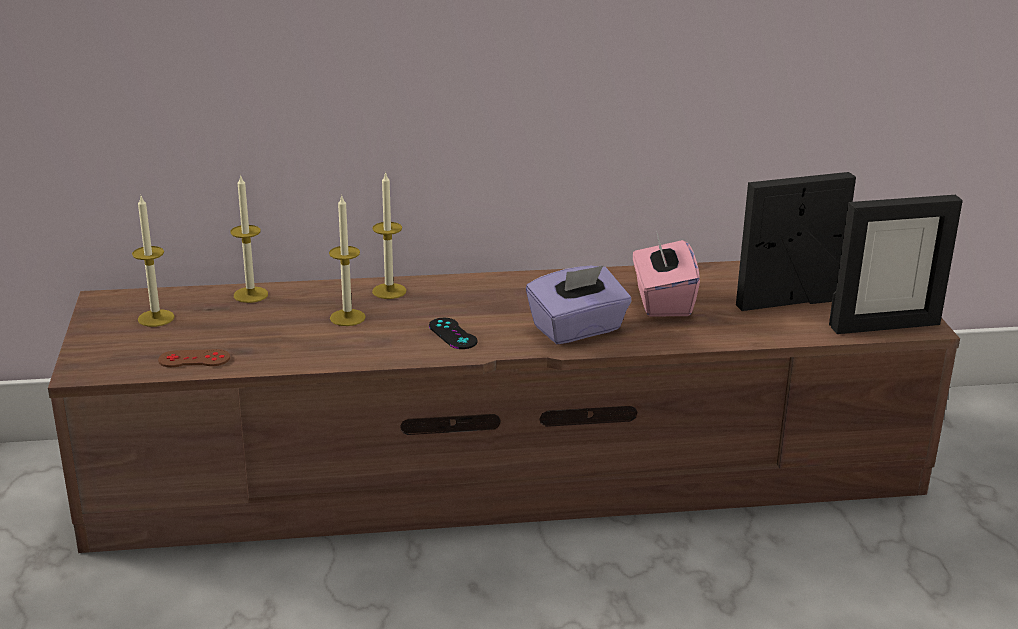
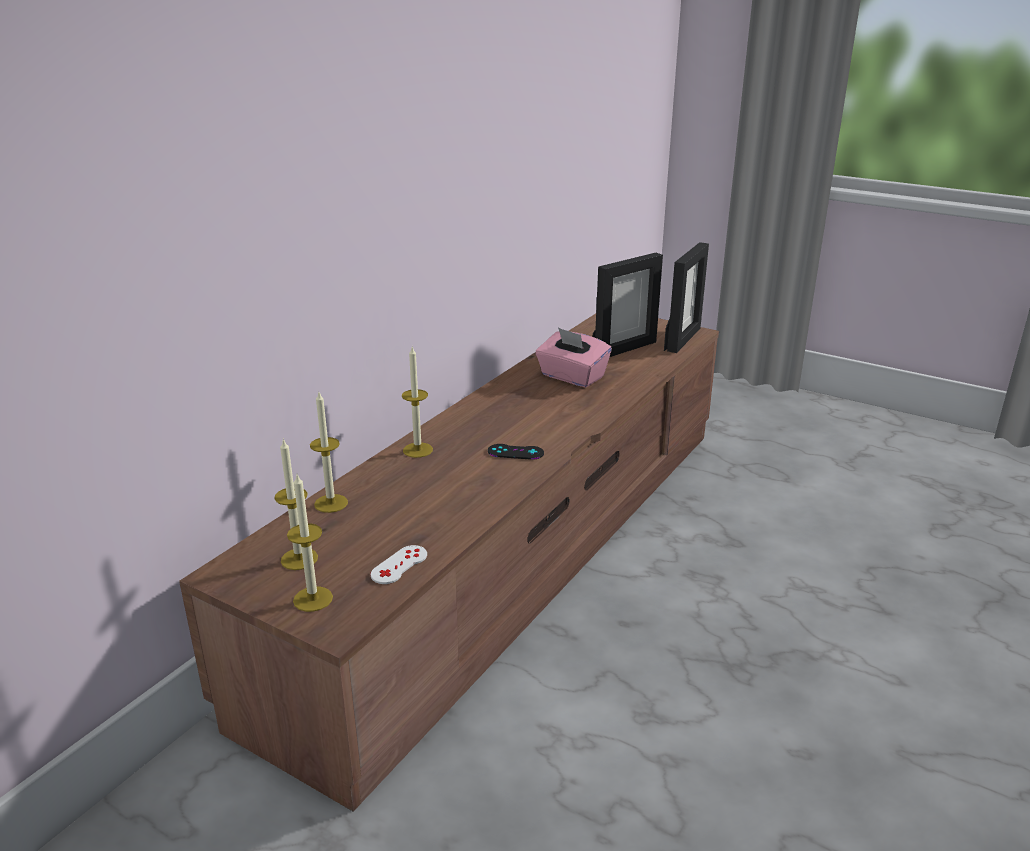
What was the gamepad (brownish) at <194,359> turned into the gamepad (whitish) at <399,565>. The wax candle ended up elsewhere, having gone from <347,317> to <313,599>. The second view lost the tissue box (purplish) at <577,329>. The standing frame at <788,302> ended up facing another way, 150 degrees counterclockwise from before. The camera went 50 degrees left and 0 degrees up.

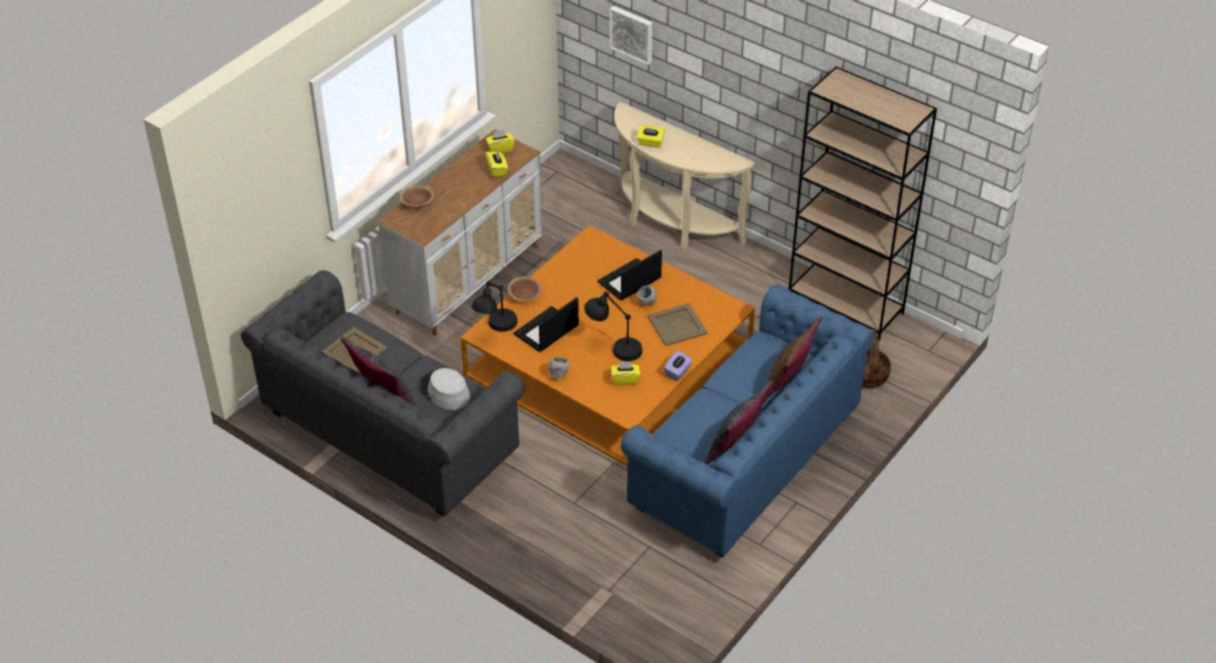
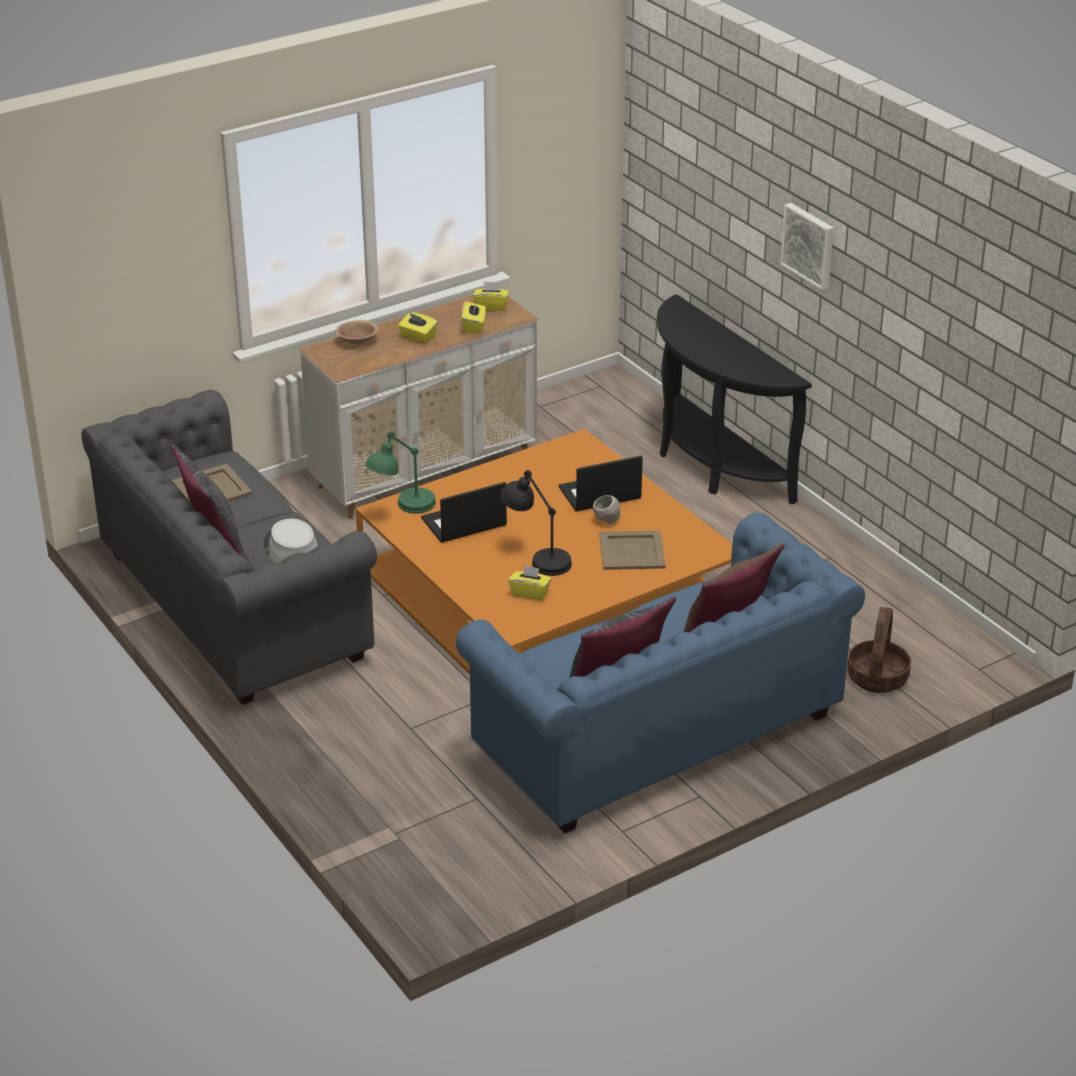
What was the lamp for a table (blackish) at <496,330> turned into the lamp for a table (green-coloured) at <402,509>. The second view lost the bowl (brownish) at <524,296>. The second view lost the bowl (greyish) at <558,375>. The picture ended up elsewhere, having gone from <632,34> to <809,245>. What was the hall table (sand-coloured) at <671,223> turned into the hall table (blackish) at <711,464>. The tissue box (yellow) ended up elsewhere, having gone from <650,143> to <418,337>. The second view lost the tissue box (purplish) at <678,372>. The second view lost the shelving unit (sand-coloured) at <846,305>. The camera went 20 degrees right and 10 degrees down.

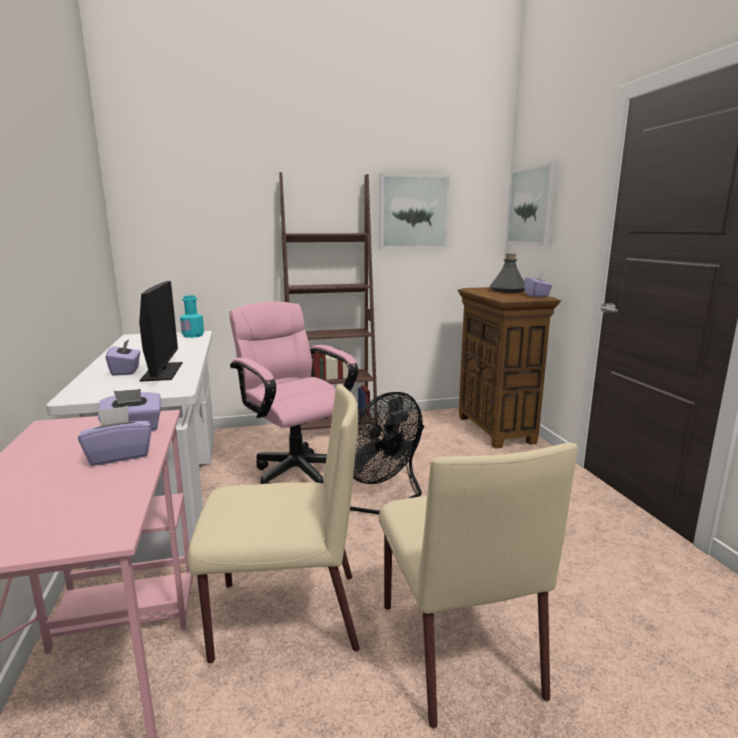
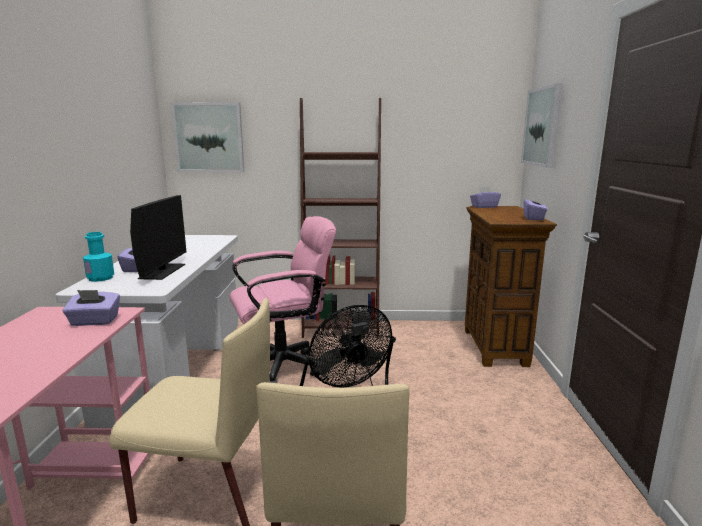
The tissue box (purplish) ended up elsewhere, having gone from <119,455> to <484,206>. The drink bottle (turquoise-coloured) ended up elsewhere, having gone from <193,335> to <100,278>. The office chair (pink-coloured) at <294,473> ended up facing another way, 90 degrees clockwise from before. The picture ended up elsewhere, having gone from <413,212> to <209,138>. The second view lost the drink bottle (greyish) at <508,291>. The camera went 15 degrees right and 0 degrees up.

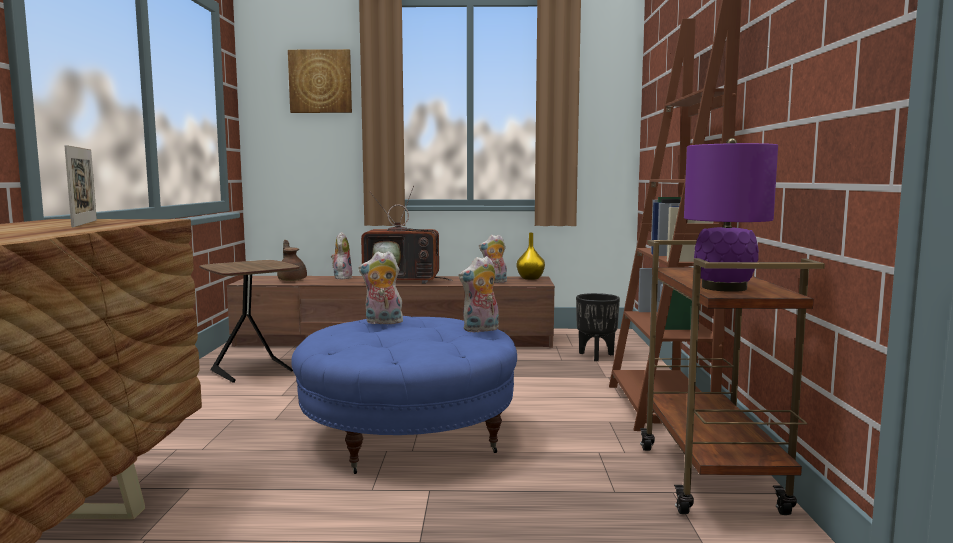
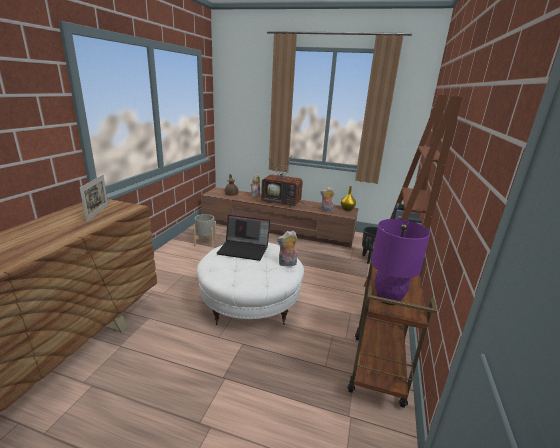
Where the side table (brownish) stood at <254,371>, the flower pot (greyish) came to stand at <205,242>. The second view lost the picture at <320,81>. What was the pouffe (blue) at <408,436> turned into the pouffe (whitish) at <250,303>. Where the cuddly toy stood at <382,322>, the portable computer came to stand at <244,249>. The camera went 15 degrees right and 15 degrees up.

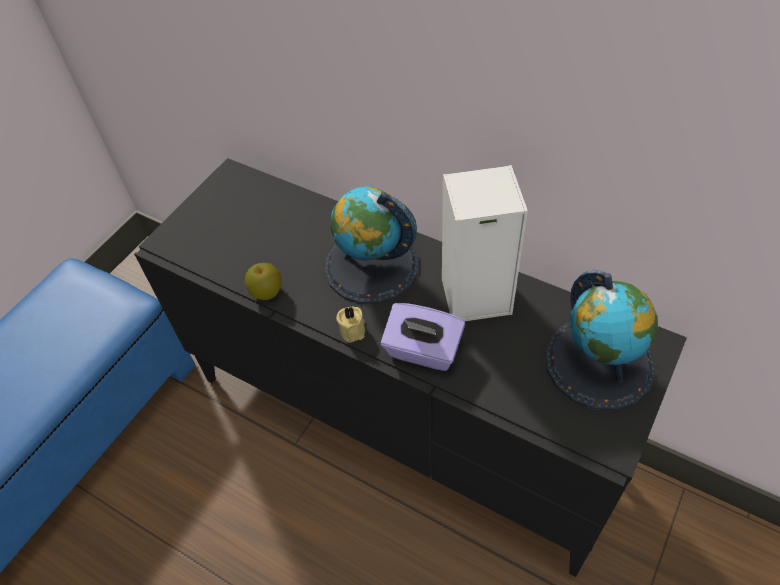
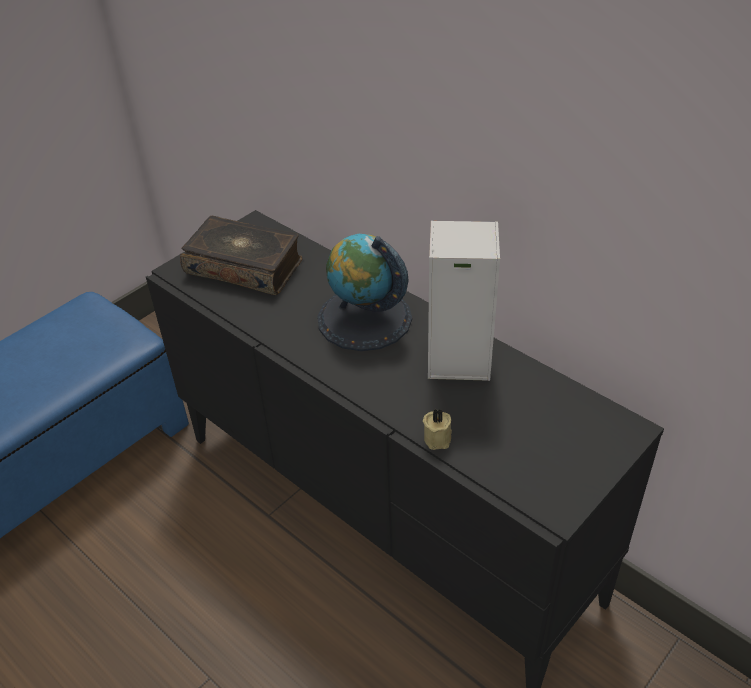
The second view lost the whole apple at <266,292>. The wax candle (sand-coloured) ended up elsewhere, having gone from <353,330> to <438,438>. The second view lost the tissue box (purplish) at <422,351>. The second view lost the world globe at <599,362>. The second view gained the book at <245,266>. The camera went 10 degrees right and 10 degrees down.

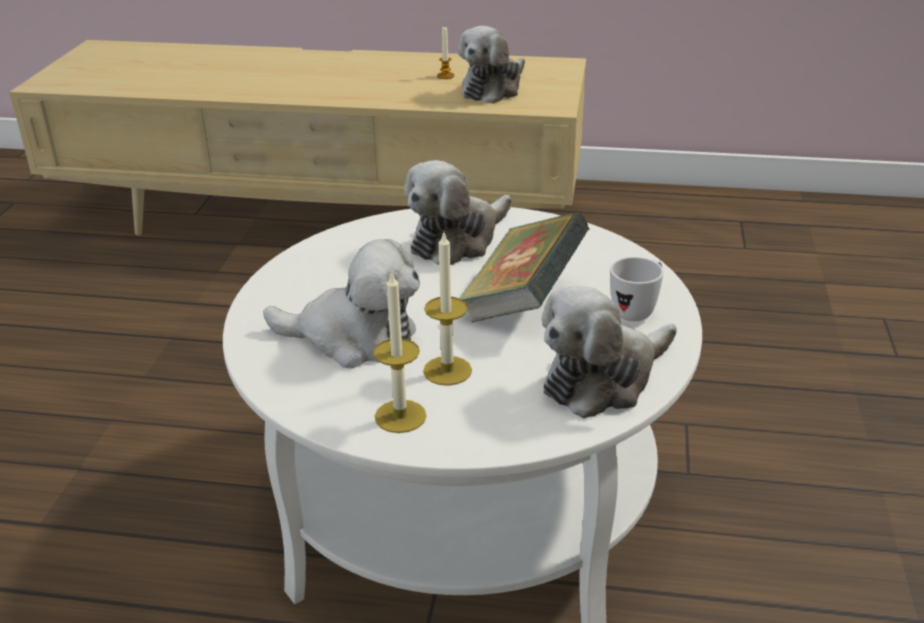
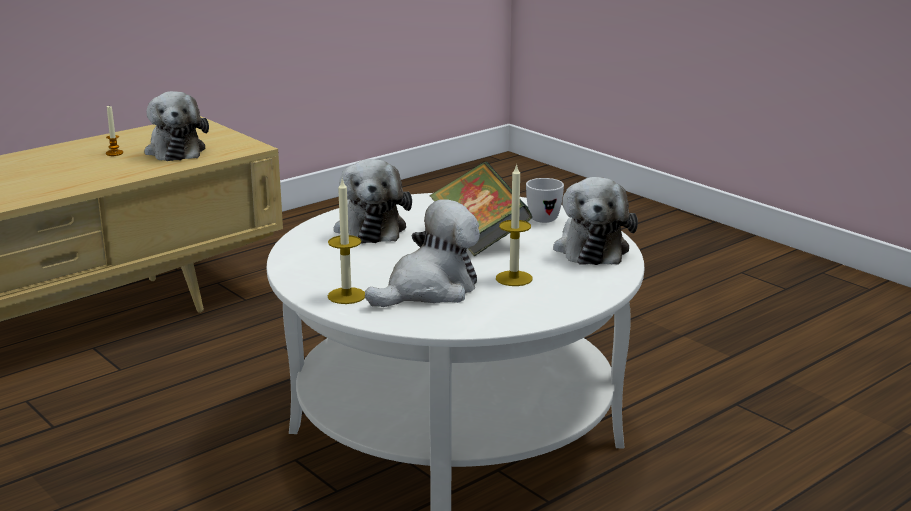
The wax candle ended up elsewhere, having gone from <400,416> to <346,296>. The camera went 50 degrees left and 10 degrees down.

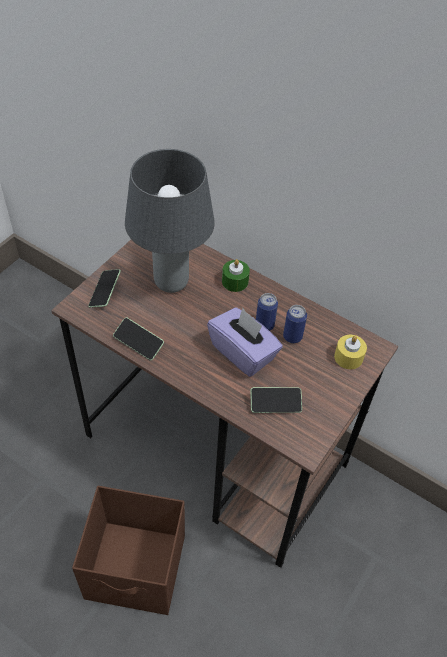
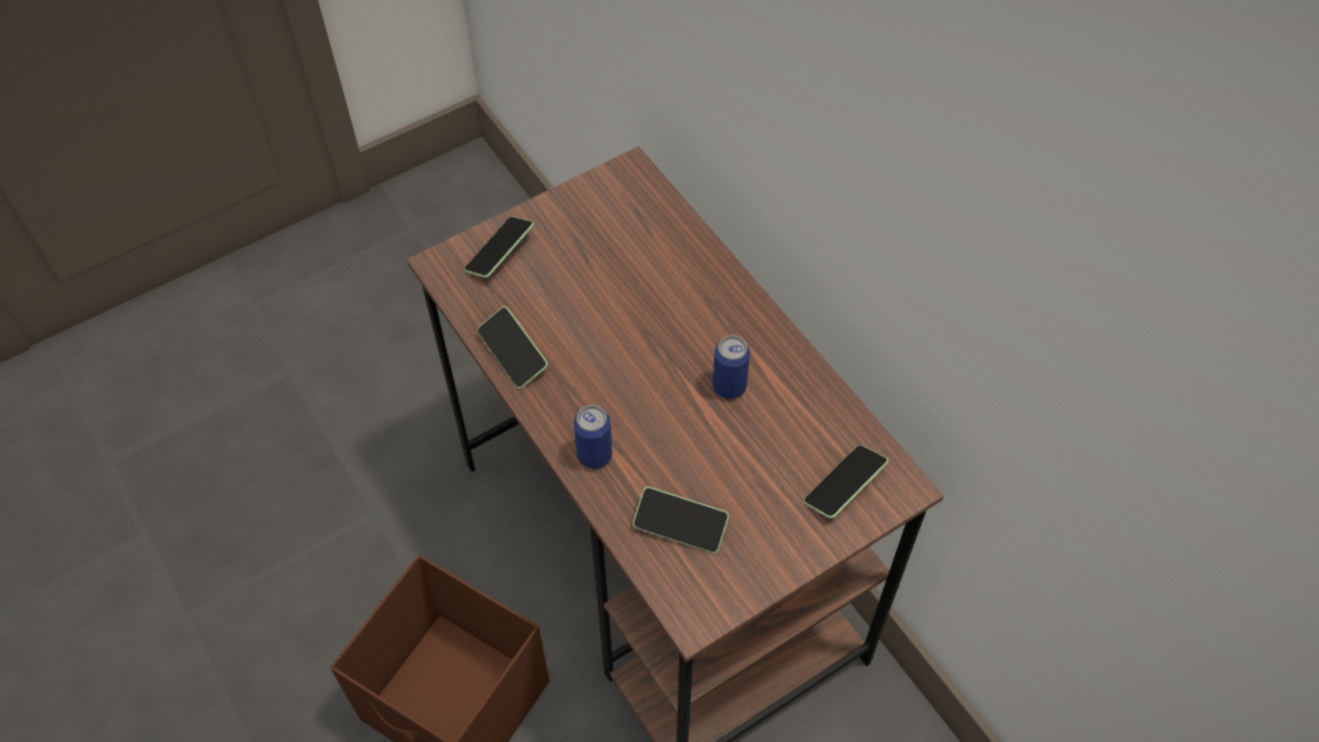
The second view lost the lamp for a table (greyish) at <172,283>. The second view lost the tissue box (purplish) at <243,352>. The second view lost the wax candle (green-coloured) at <235,281>. The metal can ended up elsewhere, having gone from <292,337> to <594,455>. Where the wax candle (yellow) stood at <348,357>, the handset came to stand at <844,487>. The camera went 25 degrees right and 5 degrees up.

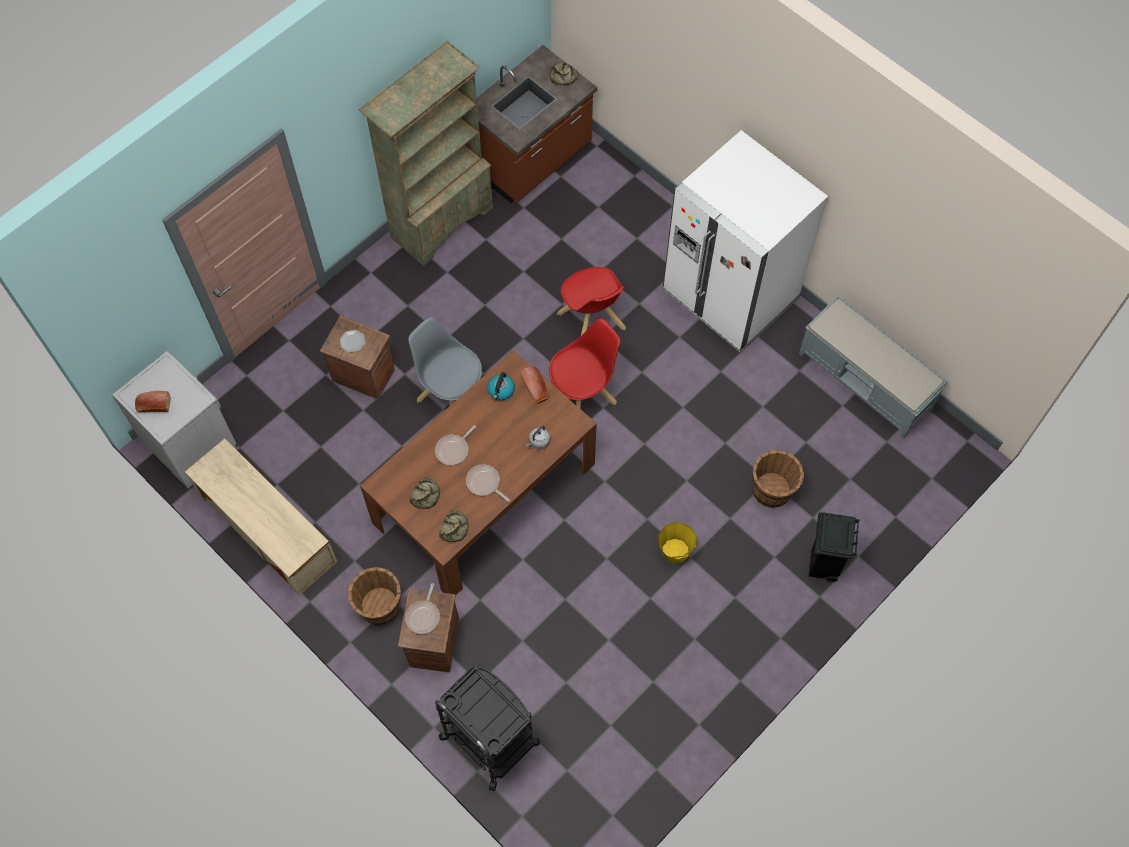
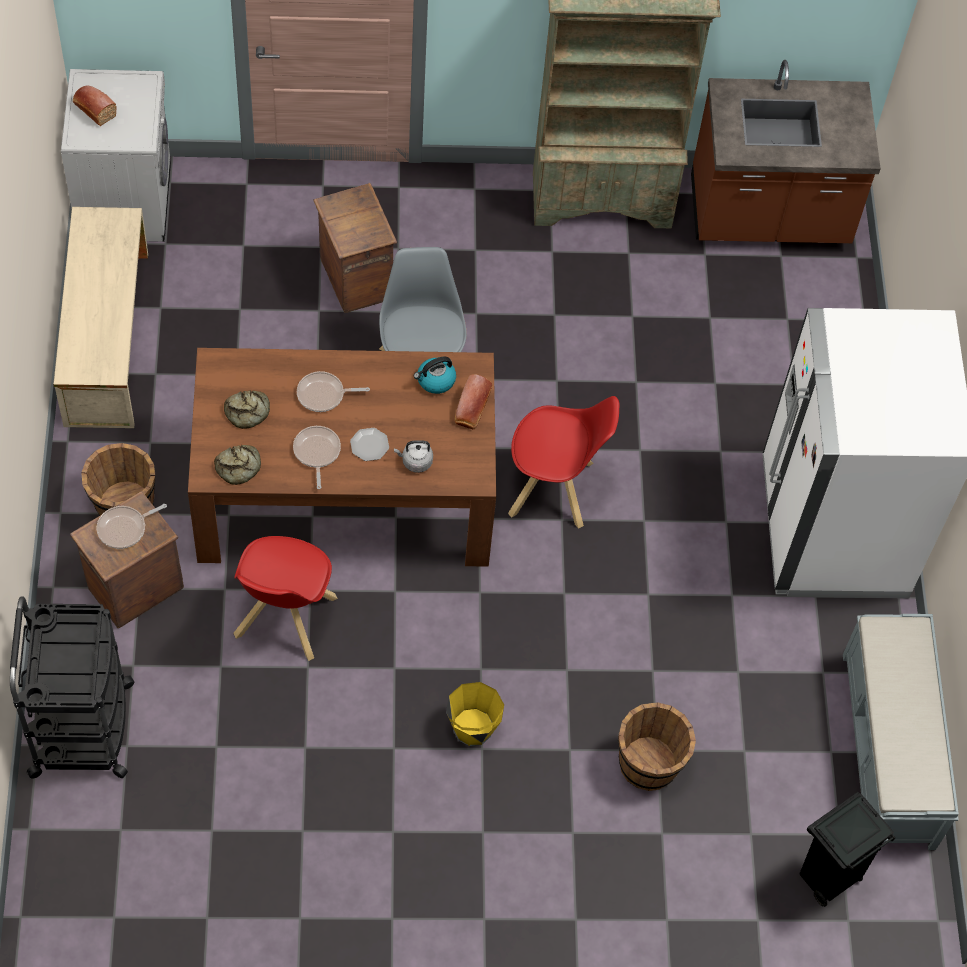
The plate ended up elsewhere, having gone from <352,342> to <369,445>. The second view lost the bread at <563,76>. The chair (reddish) ended up elsewhere, having gone from <592,322> to <284,619>. The waste bin (blackish) ended up elsewhere, having gone from <822,566> to <827,879>. The camera went 40 degrees right and 5 degrees down.

